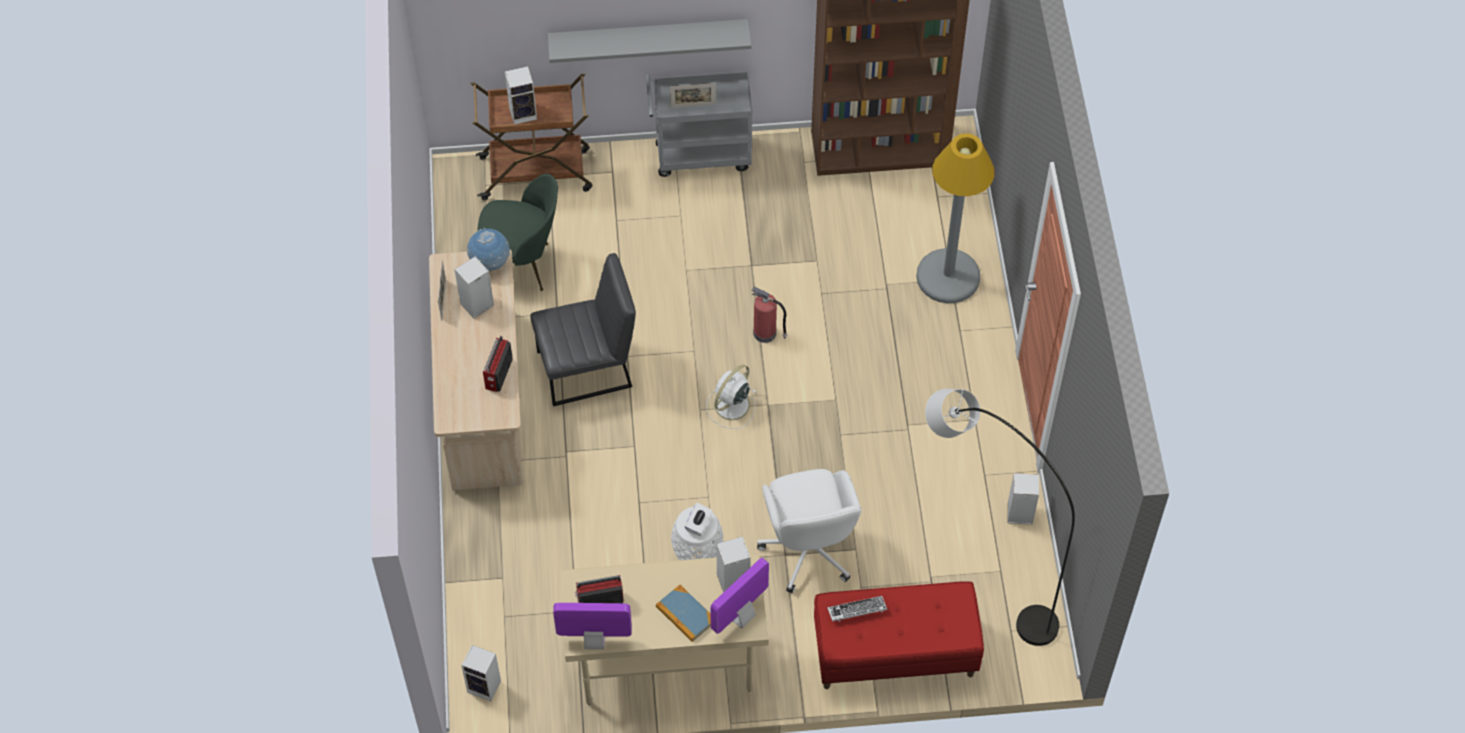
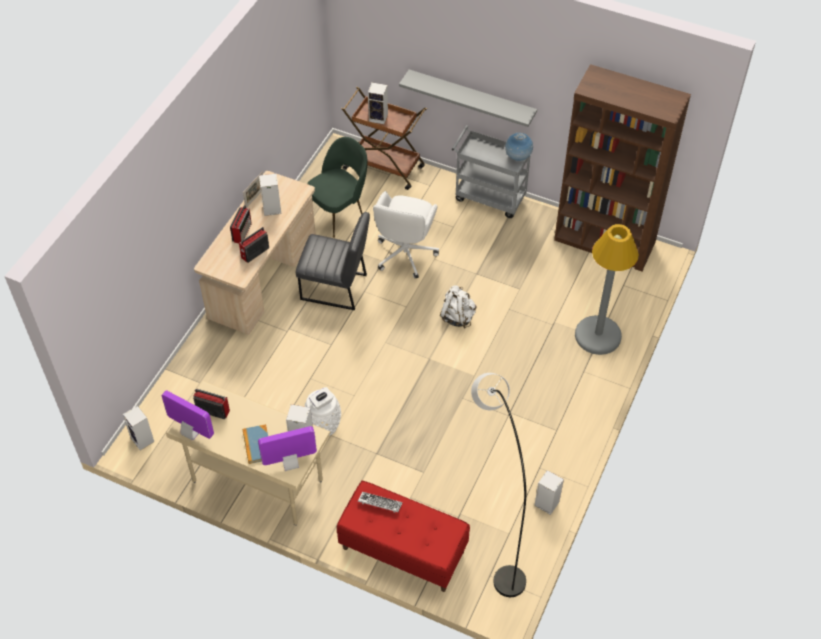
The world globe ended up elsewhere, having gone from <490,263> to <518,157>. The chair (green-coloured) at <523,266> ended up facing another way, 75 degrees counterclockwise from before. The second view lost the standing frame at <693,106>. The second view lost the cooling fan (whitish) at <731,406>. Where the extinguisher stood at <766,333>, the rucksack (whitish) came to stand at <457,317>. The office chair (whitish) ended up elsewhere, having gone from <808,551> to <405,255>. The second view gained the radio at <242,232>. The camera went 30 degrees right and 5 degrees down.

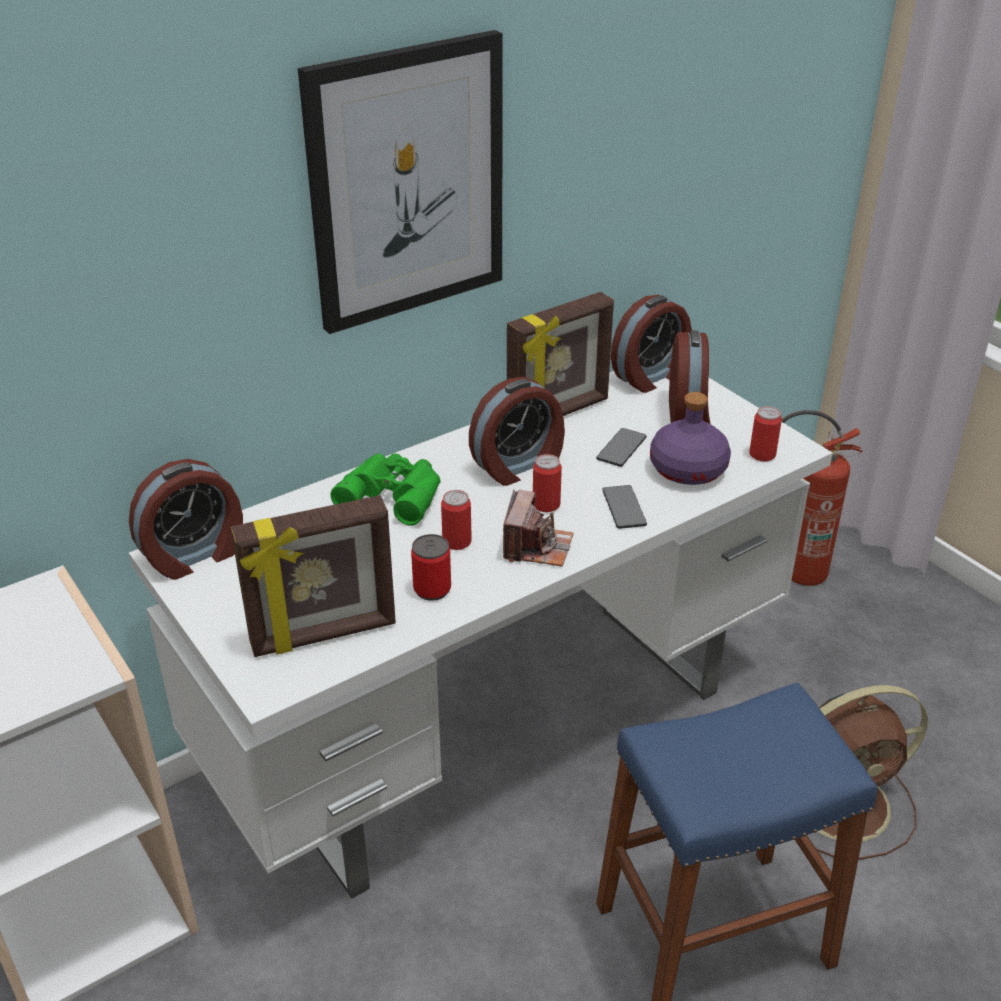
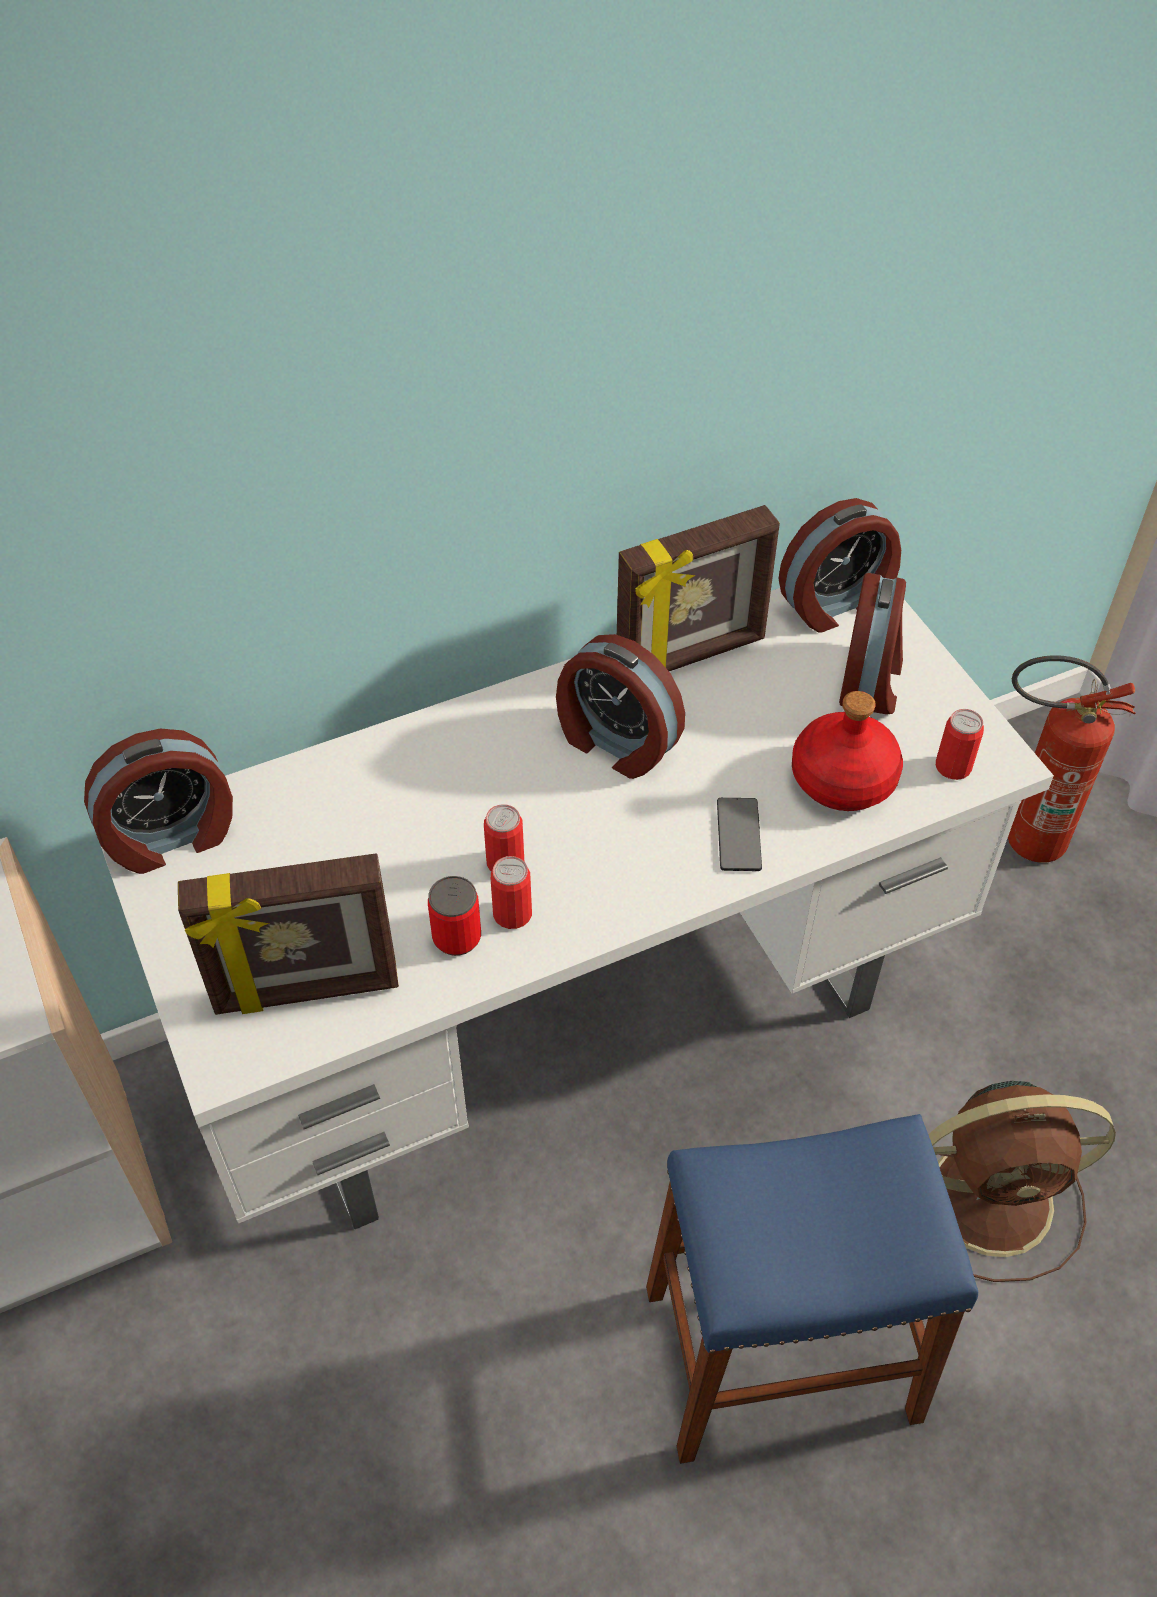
The second view lost the picture at <406,183>. The second view lost the field glasses (green-coloured) at <393,493>. The table clock at <518,466> ended up facing another way, 60 degrees clockwise from before. The second view lost the photo camera at <537,547>. The metal can ended up elsewhere, having gone from <546,505> to <512,914>. The second view lost the handset at <621,448>. What was the drink bottle (purplish) at <689,469> turned into the drink bottle (reddish) at <844,780>. The camera went 10 degrees right and 15 degrees up.

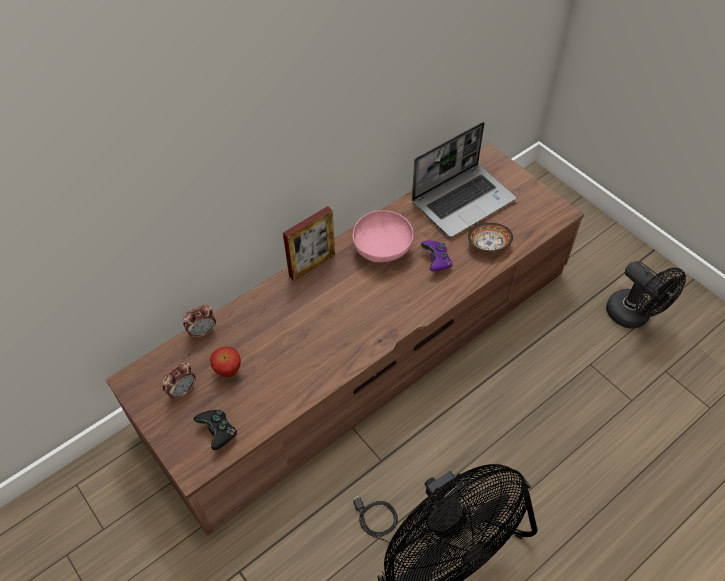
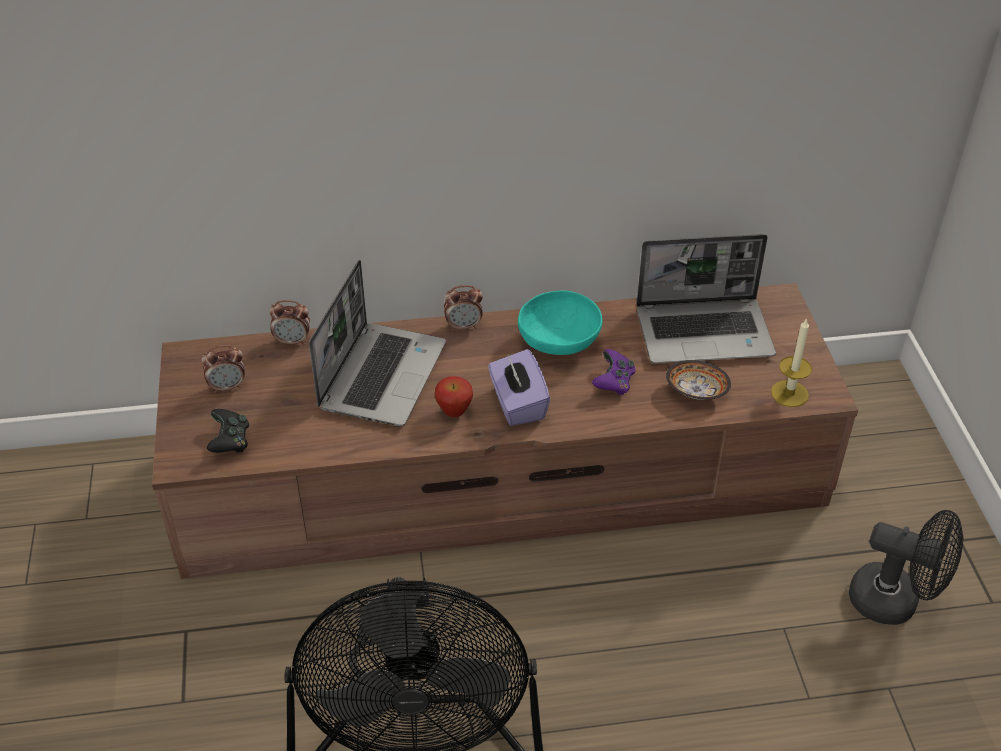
The whole apple ended up elsewhere, having gone from <228,371> to <454,412>. Where the standing frame stood at <312,265>, the table clock came to stand at <464,326>. What was the bowl (pink-coloured) at <382,249> turned into the bowl (turquoise-coloured) at <559,344>. The cooling fan (blackish) at <634,316> ended up facing another way, 60 degrees counterclockwise from before. The second view gained the portable computer at <382,375>. The second view gained the tissue box (purplish) at <517,404>. The second view gained the wax candle at <789,393>. The camera went 30 degrees right and 10 degrees down.

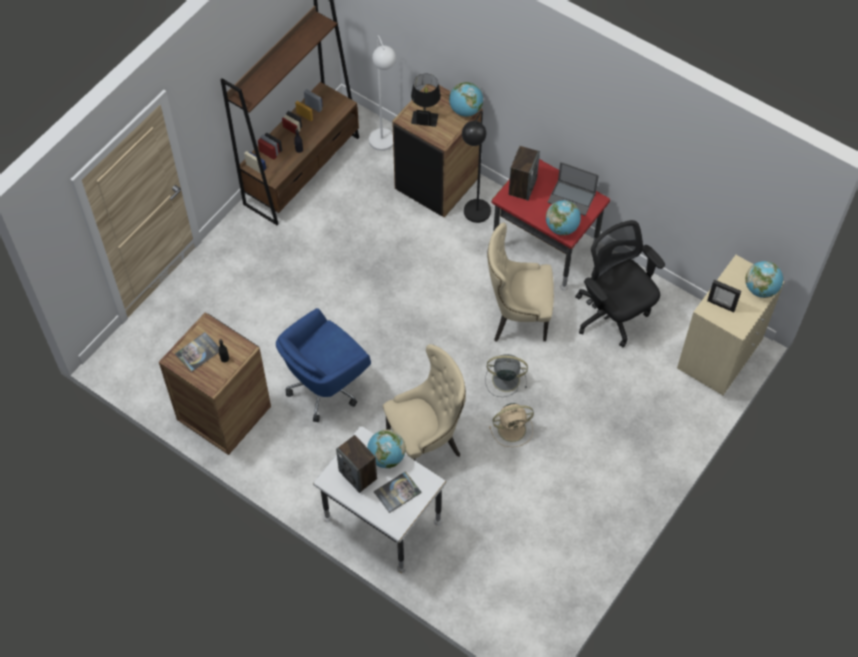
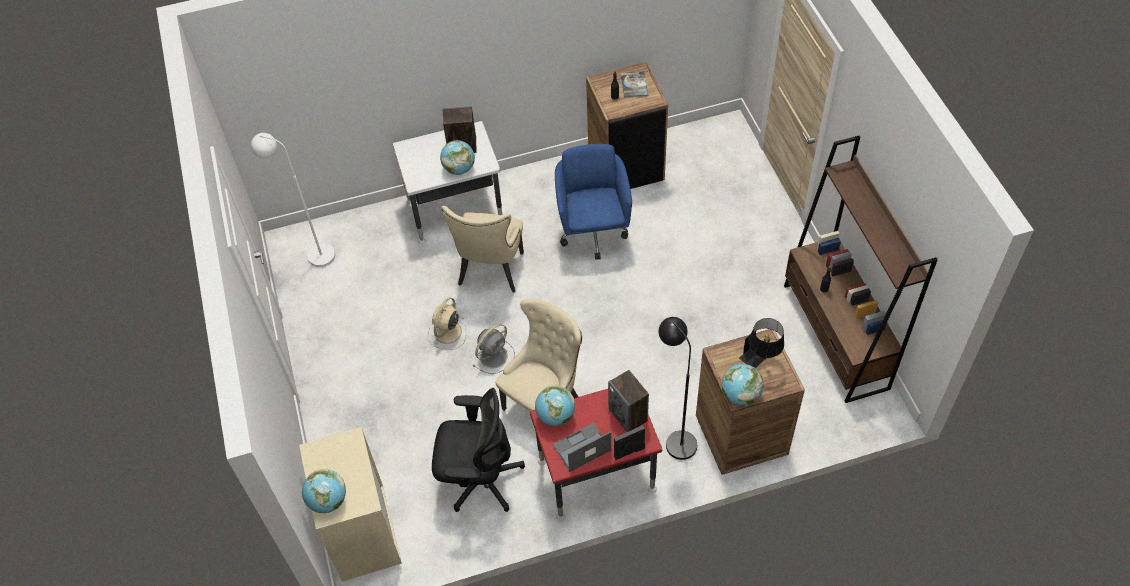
The floor lamp (whitish) ended up elsewhere, having gone from <384,147> to <313,254>. The second view lost the book at <397,492>. The standing frame ended up elsewhere, having gone from <721,304> to <629,452>. The camera went 130 degrees right and 5 degrees down.

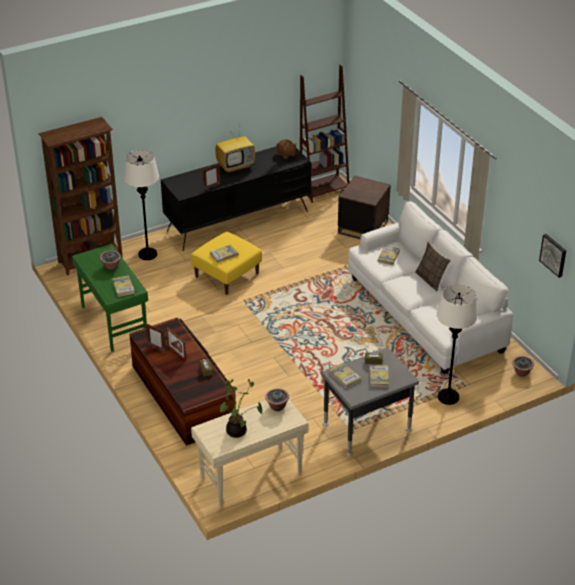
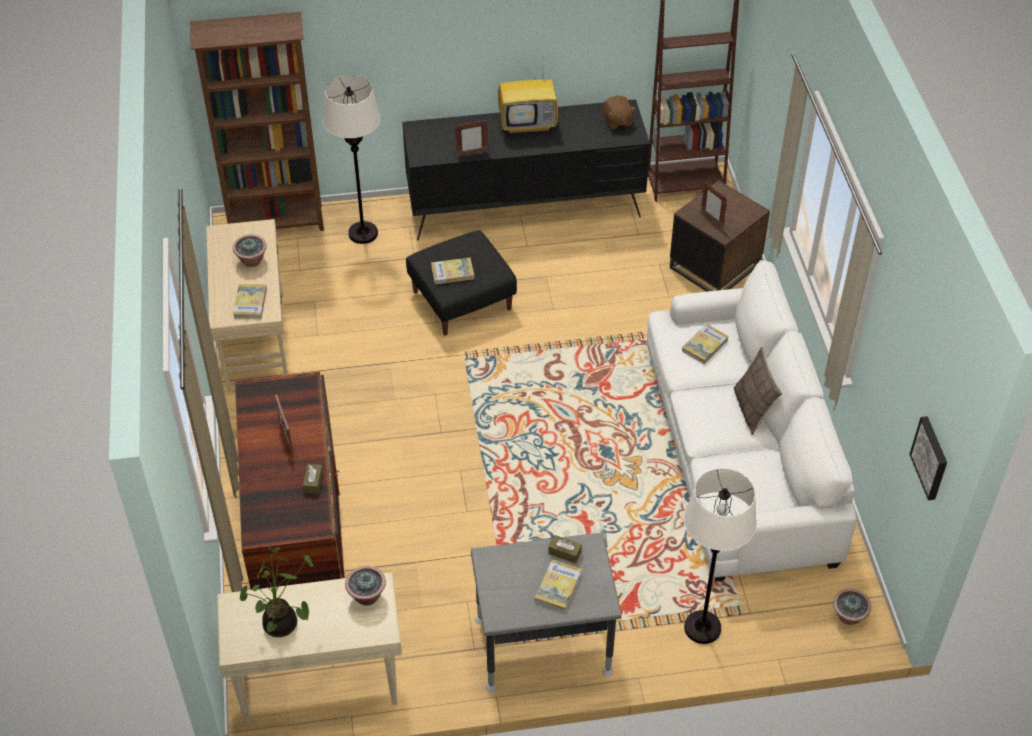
What was the hall table (green-coloured) at <113,323> turned into the hall table (sand-coloured) at <255,341>. The standing frame ended up elsewhere, having gone from <156,348> to <711,220>. What was the pouffe (yellow) at <227,274> turned into the pouffe (blackish) at <462,299>. The second view lost the book at <344,376>. The camera went 20 degrees right and 10 degrees up.

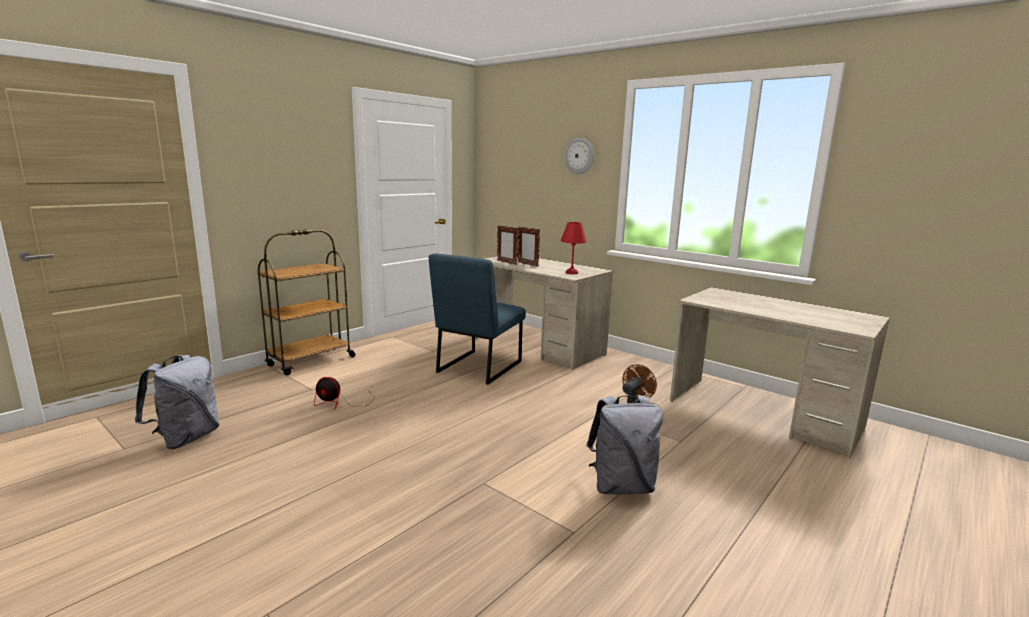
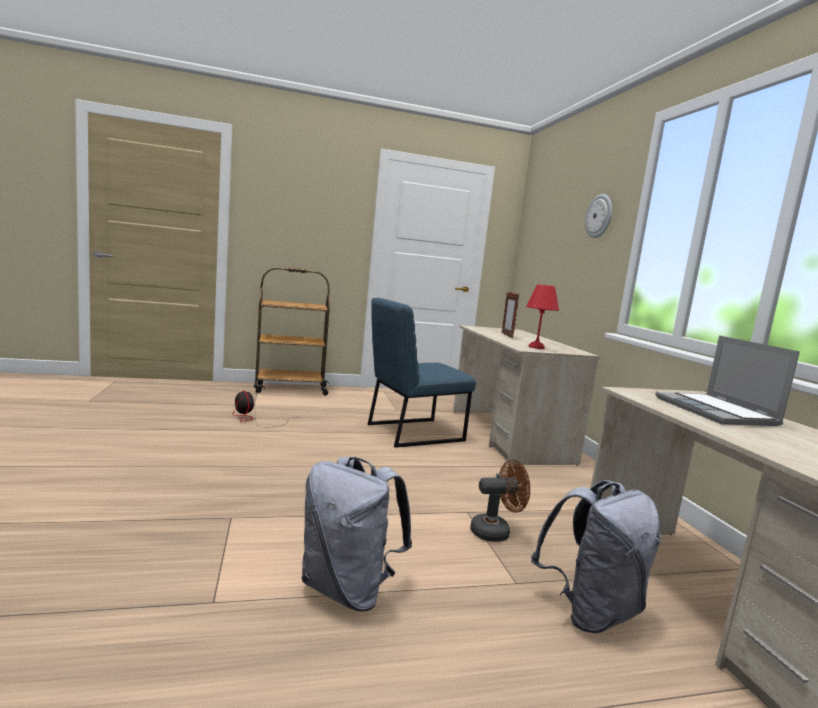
The rucksack (greyish) ended up elsewhere, having gone from <186,438> to <590,611>. The second view lost the standing frame at <507,263>. The second view gained the portable computer at <716,412>. The camera went 35 degrees right and 5 degrees down.

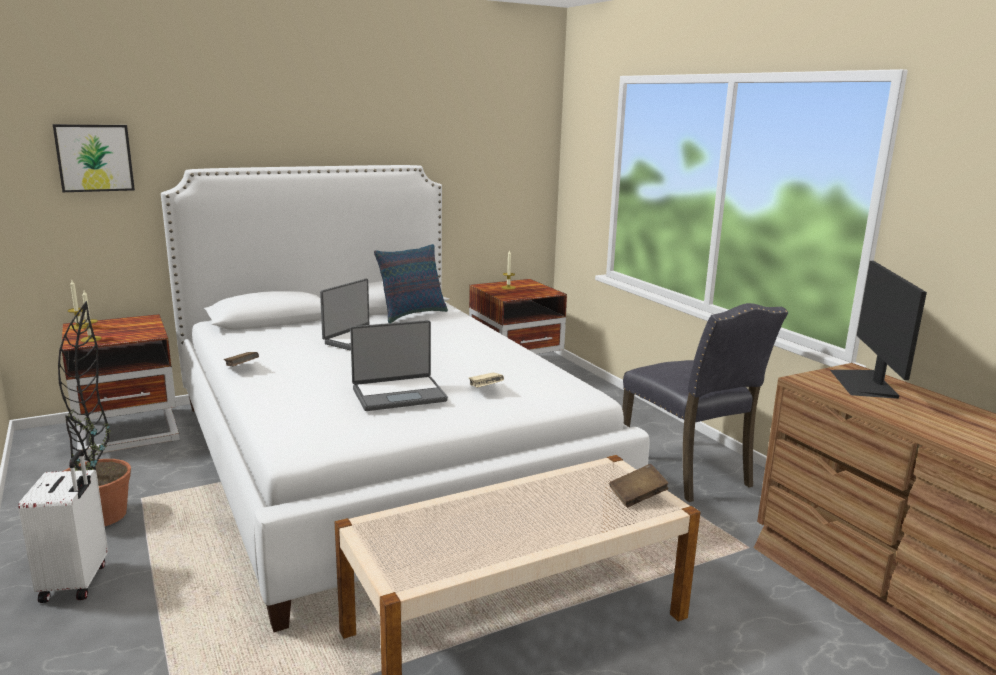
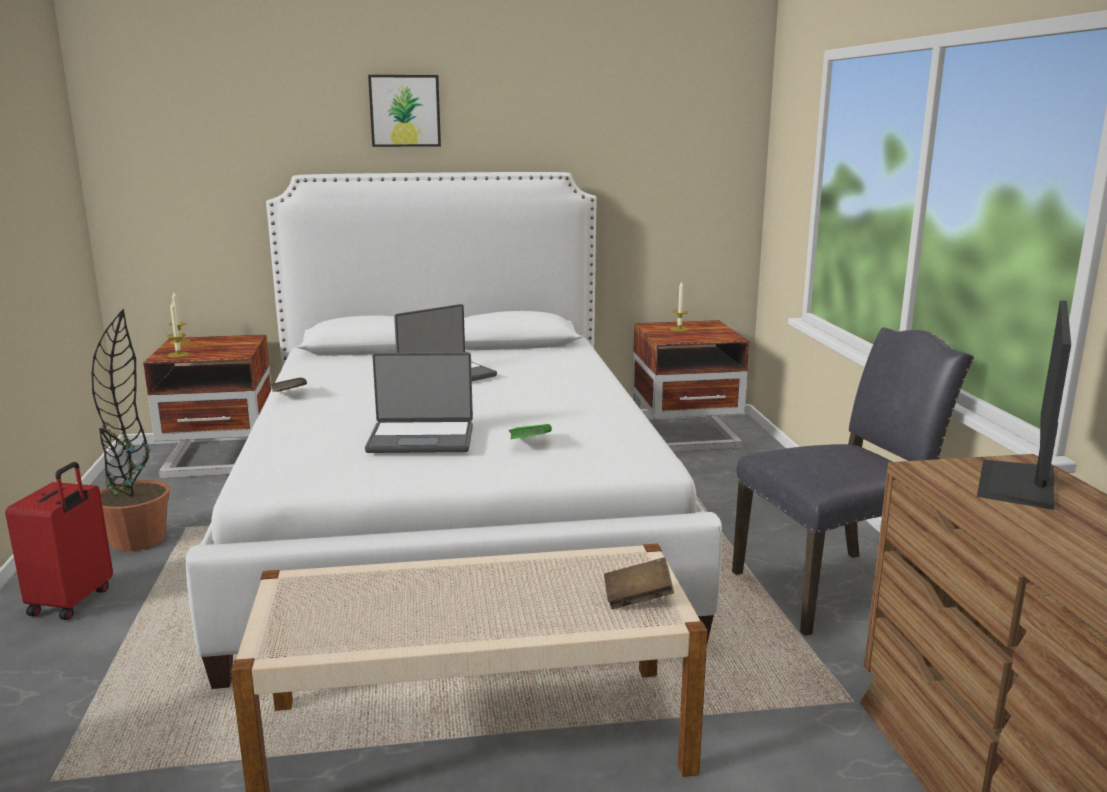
What was the piece of luggage (whitish) at <76,582> turned into the piece of luggage (reddish) at <73,602>. The picture ended up elsewhere, having gone from <94,158> to <405,111>. The second view lost the throw pillow (blue) at <412,315>. What was the book (sand-coloured) at <485,390> turned into the book (green-coloured) at <530,444>. The chair (greyish) at <688,471> ended up facing another way, 105 degrees counterclockwise from before. The camera went 20 degrees right and 0 degrees up.

